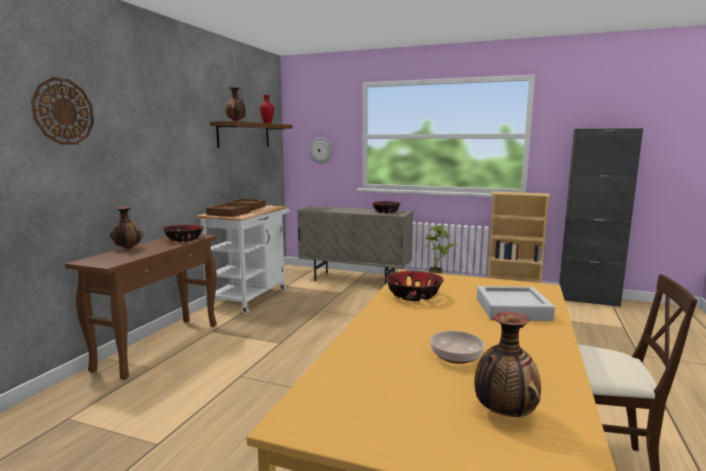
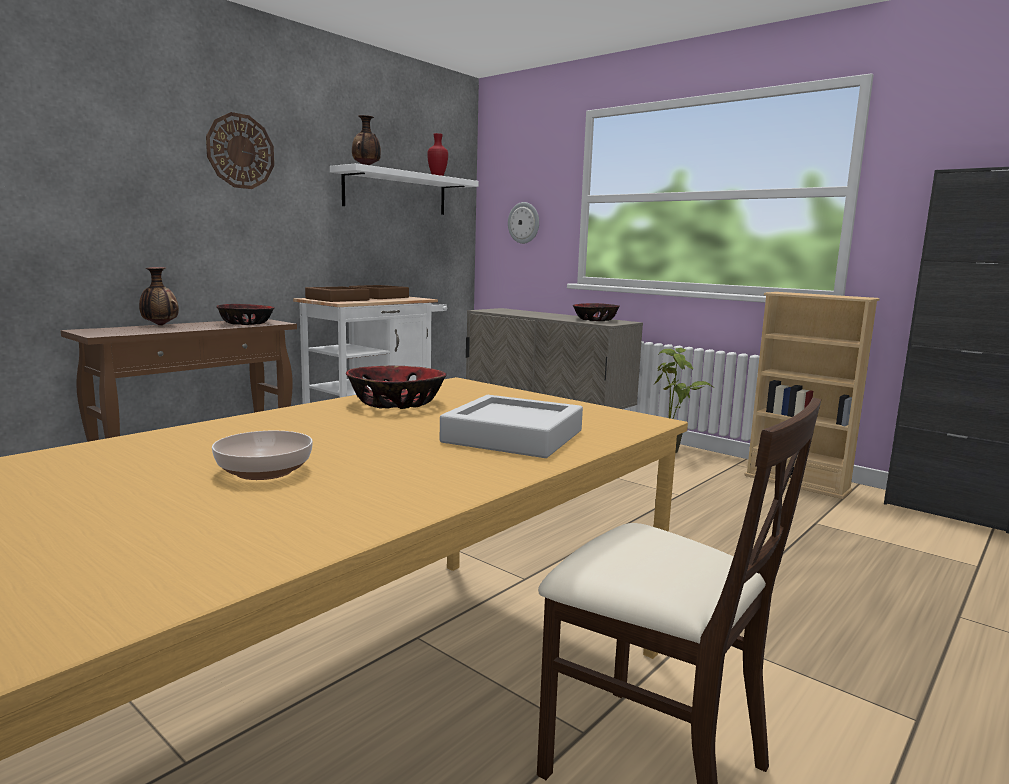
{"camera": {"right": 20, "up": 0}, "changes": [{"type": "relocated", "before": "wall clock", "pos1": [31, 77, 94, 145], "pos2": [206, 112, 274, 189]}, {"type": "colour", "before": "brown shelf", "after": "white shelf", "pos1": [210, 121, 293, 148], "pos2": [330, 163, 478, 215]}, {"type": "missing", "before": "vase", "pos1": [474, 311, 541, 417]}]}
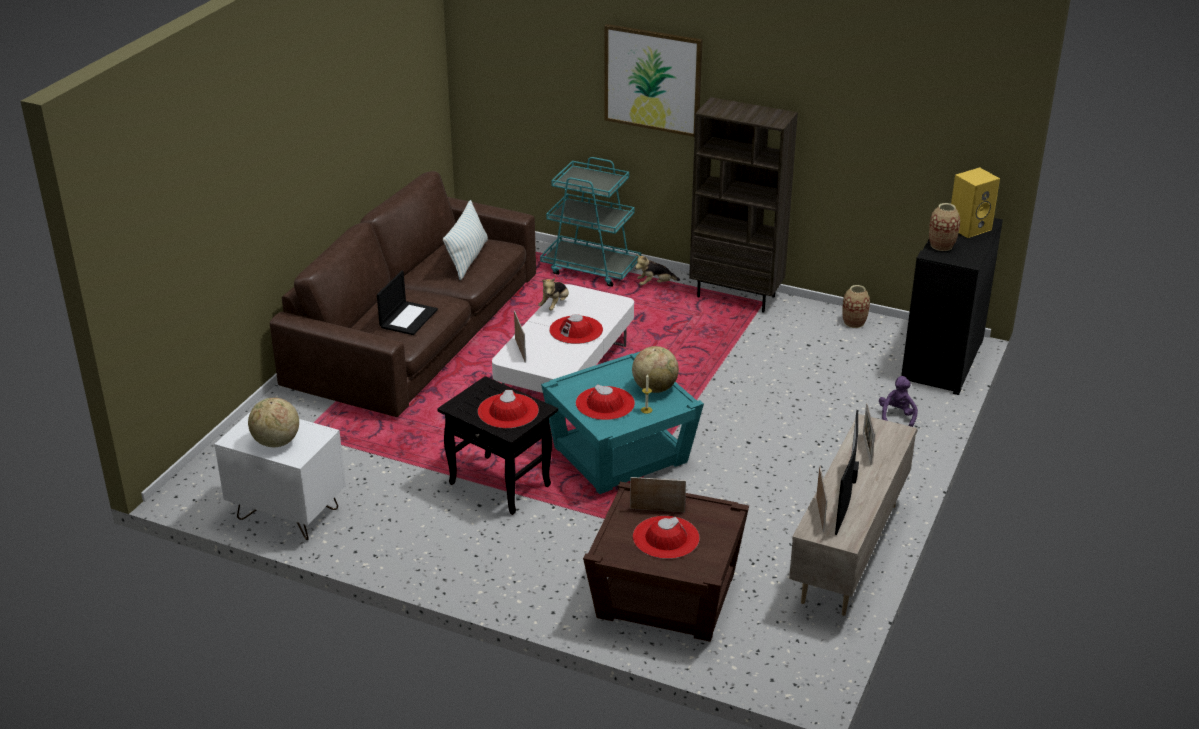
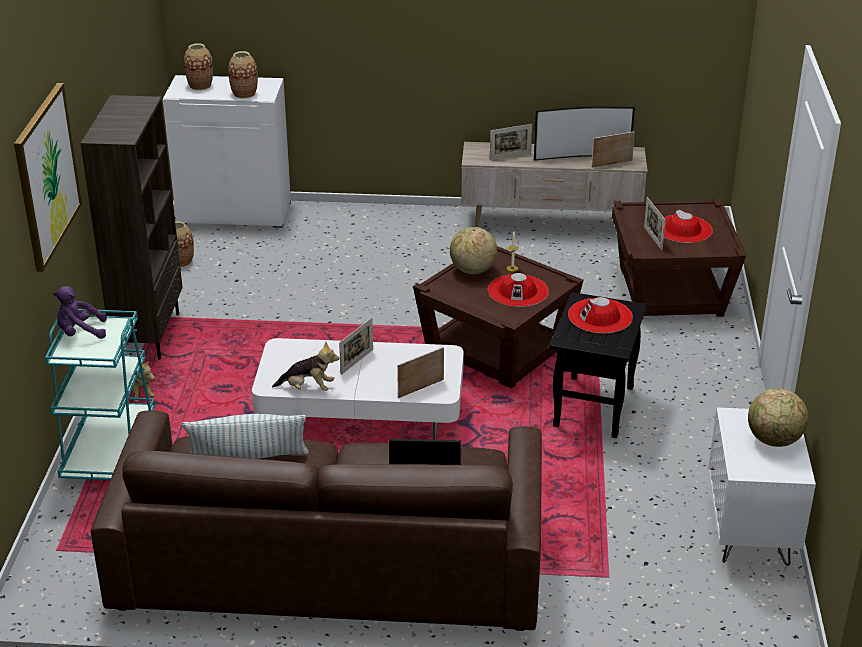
{"camera": {"right": -110, "up": 0}, "changes": [{"type": "relocated", "before": "purple plush toy", "pos1": [879, 376, 918, 427], "pos2": [53, 286, 107, 339]}, {"type": "colour", "before": "black cabinet", "after": "white cabinet", "pos1": [901, 218, 1003, 395], "pos2": [163, 75, 291, 228]}, {"type": "exchanged", "before": "yellow speaker", "after": "vase", "pos1": [951, 167, 1000, 238], "pos2": [184, 43, 213, 90]}, {"type": "exchanged", "before": "red hat", "after": "picture frame", "pos1": [549, 314, 603, 344], "pos2": [339, 318, 373, 375]}, {"type": "colour", "before": "turquoise side table", "after": "brown side table", "pos1": [541, 351, 704, 494], "pos2": [413, 246, 584, 389]}]}
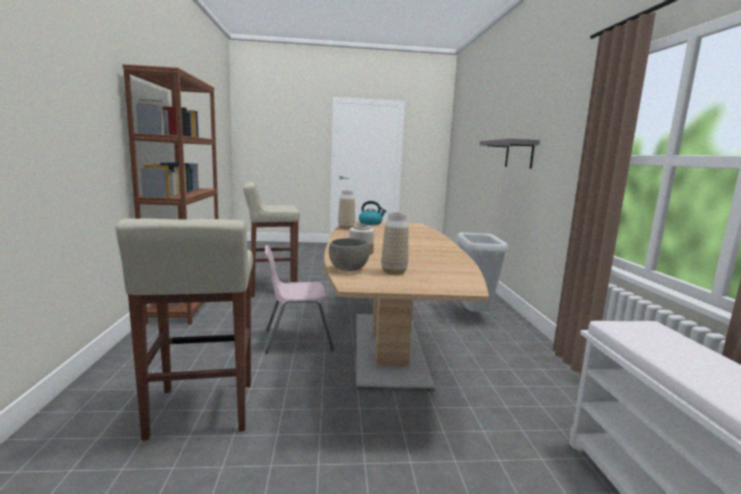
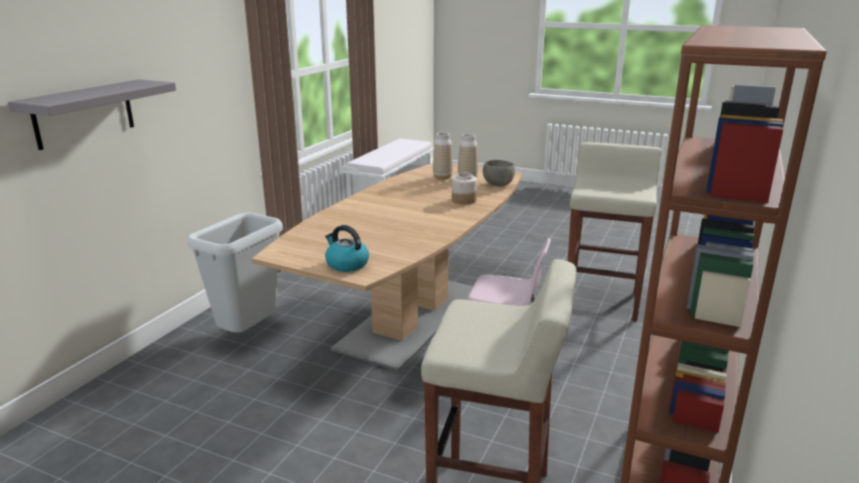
{"camera": {"right": -150, "up": 10}, "changes": [{"type": "relocated", "before": "vase", "pos1": [338, 190, 355, 229], "pos2": [433, 132, 453, 180]}]}
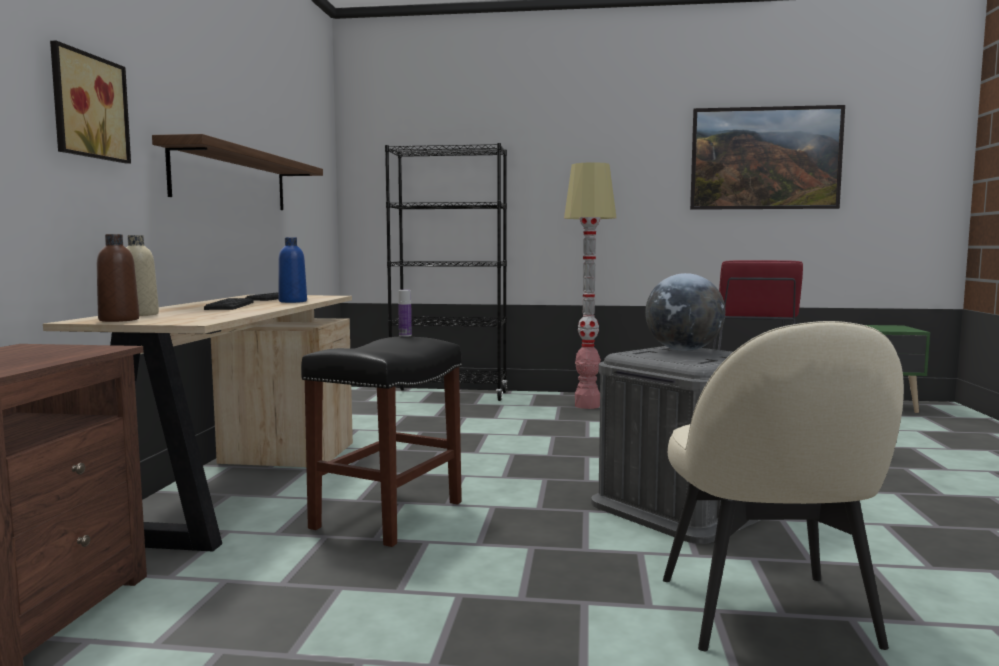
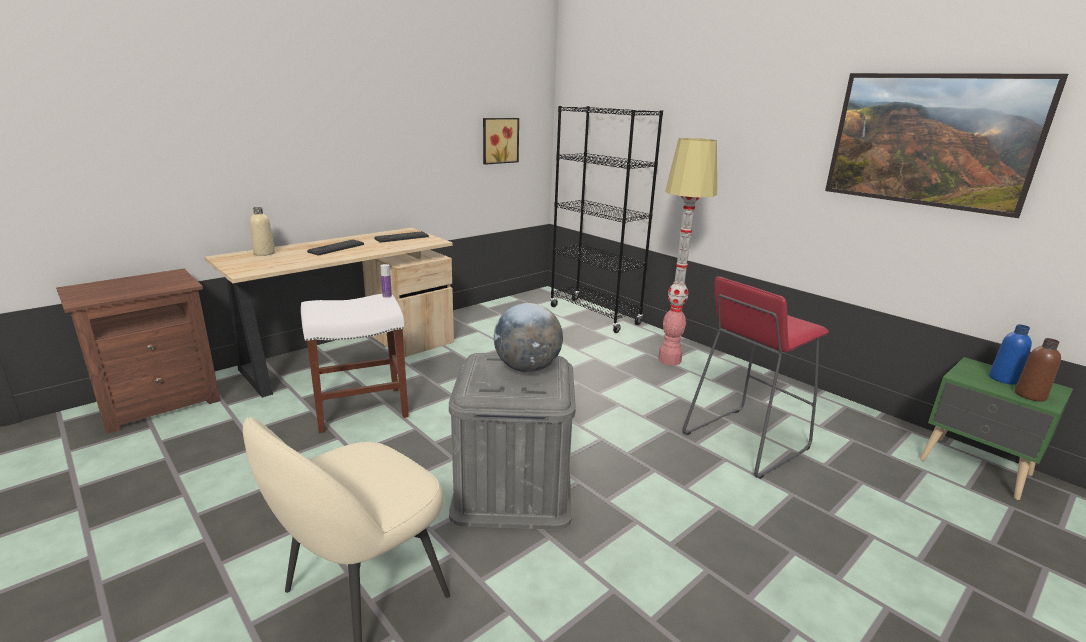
{"camera": {"right": 40, "up": 15}, "changes": [{"type": "colour", "before": "black stool", "after": "white stool", "pos1": [301, 336, 462, 547], "pos2": [301, 294, 409, 433]}, {"type": "relocated", "before": "picture", "pos1": [50, 41, 131, 164], "pos2": [483, 118, 519, 165]}, {"type": "relocated", "before": "blue bottle", "pos1": [278, 237, 307, 303], "pos2": [989, 324, 1032, 385]}, {"type": "relocated", "before": "brown bottle", "pos1": [97, 234, 139, 322], "pos2": [1015, 338, 1061, 402]}, {"type": "missing", "before": "shelf", "pos1": [152, 134, 323, 210]}]}
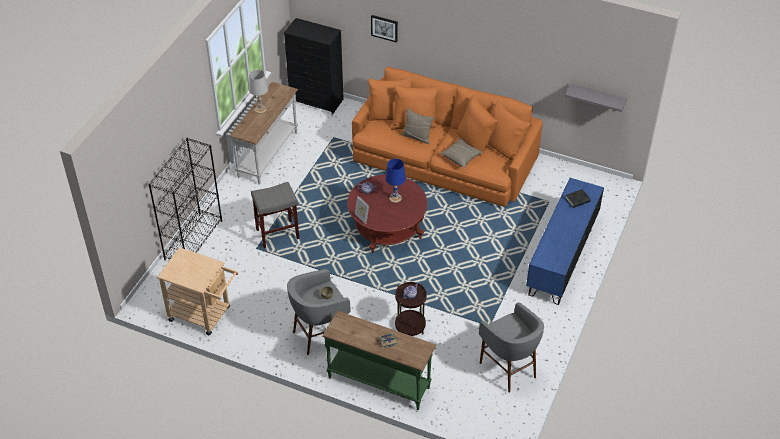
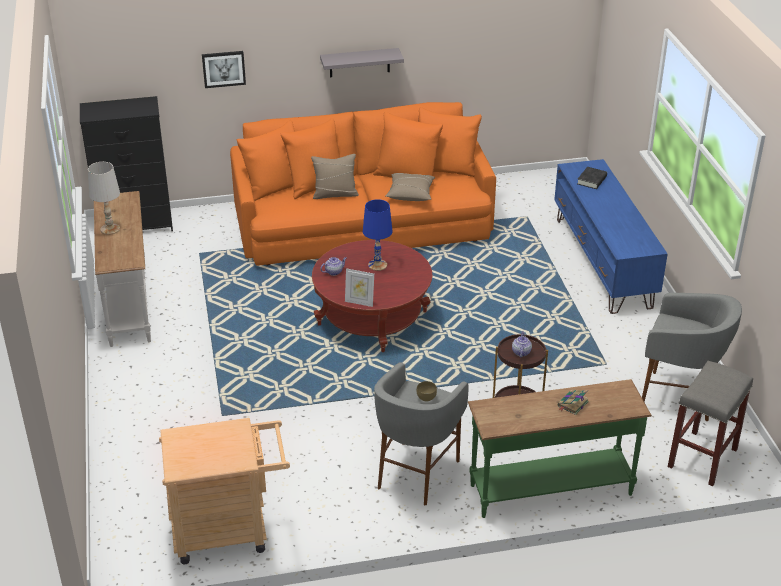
{"camera": {"right": -35, "up": -10}, "changes": [{"type": "relocated", "before": "grey shelf", "pos1": [565, 84, 627, 112], "pos2": [320, 48, 404, 77]}, {"type": "relocated", "before": "grey stool", "pos1": [251, 182, 299, 248], "pos2": [668, 361, 753, 486]}, {"type": "missing", "before": "black bookcase", "pos1": [148, 138, 222, 260]}]}
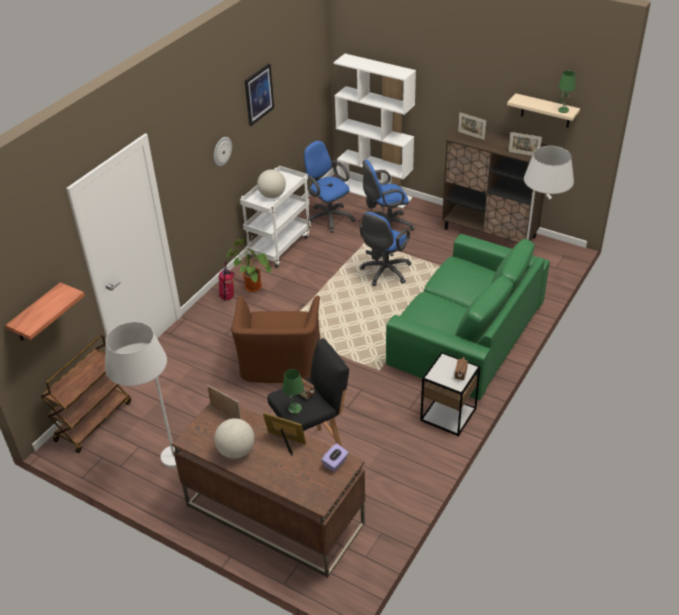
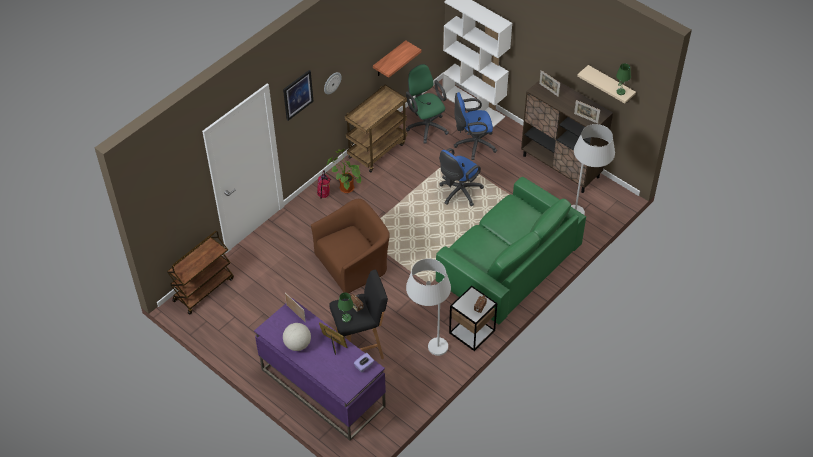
{"camera": {"right": 10, "up": 10}, "changes": [{"type": "colour", "before": "brown desk", "after": "purple desk", "pos1": [171, 403, 365, 578], "pos2": [254, 298, 386, 441]}, {"type": "relocated", "before": "picture", "pos1": [245, 63, 274, 126], "pos2": [283, 70, 314, 121]}, {"type": "spun", "before": "brown armchair", "pos1": [231, 296, 320, 383], "pos2": [311, 199, 390, 293], "turn": -135}, {"type": "colour", "before": "white cart", "after": "brown cart", "pos1": [240, 166, 311, 268], "pos2": [345, 85, 407, 173]}, {"type": "relocated", "before": "shelf", "pos1": [5, 282, 85, 341], "pos2": [373, 40, 422, 78]}, {"type": "colour", "before": "blue office chair", "after": "green office chair", "pos1": [304, 140, 356, 233], "pos2": [406, 64, 449, 144]}, {"type": "relocated", "before": "white floor lamp", "pos1": [105, 322, 177, 468], "pos2": [406, 259, 451, 356]}, {"type": "missing", "before": "globe", "pos1": [257, 170, 286, 198]}]}
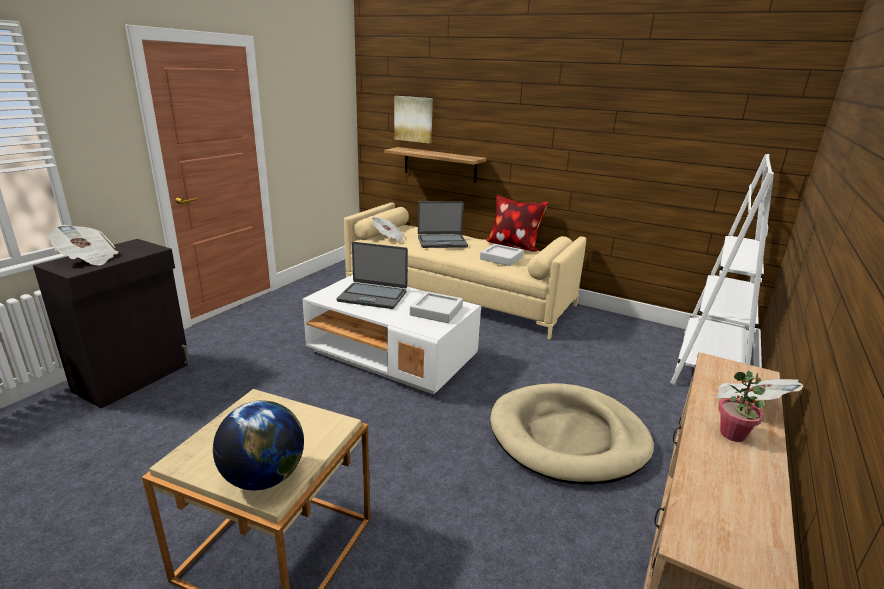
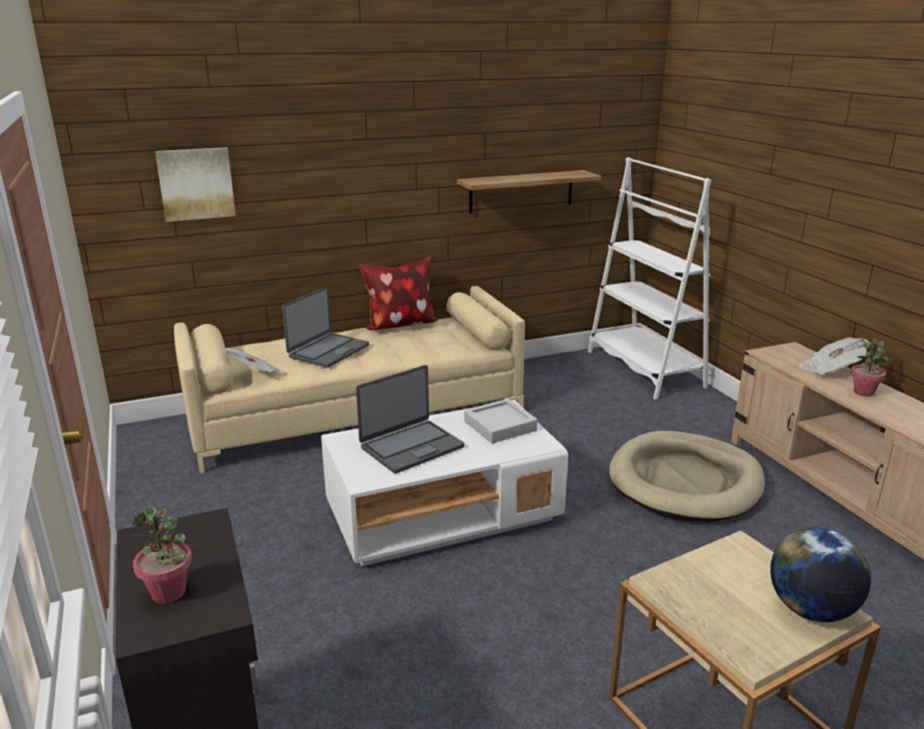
{"camera": {"right": -50, "up": 0}, "changes": [{"type": "exchanged", "before": "newspaper", "after": "potted plant", "pos1": [48, 225, 119, 265], "pos2": [132, 502, 192, 603]}, {"type": "relocated", "before": "shelf", "pos1": [384, 147, 486, 183], "pos2": [457, 170, 601, 214]}, {"type": "missing", "before": "grey tray", "pos1": [480, 244, 524, 266]}]}
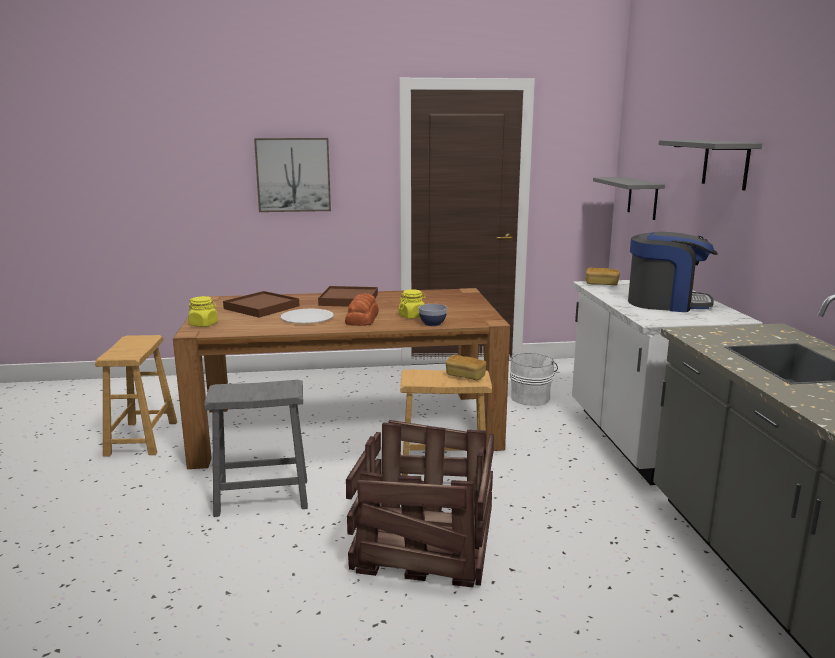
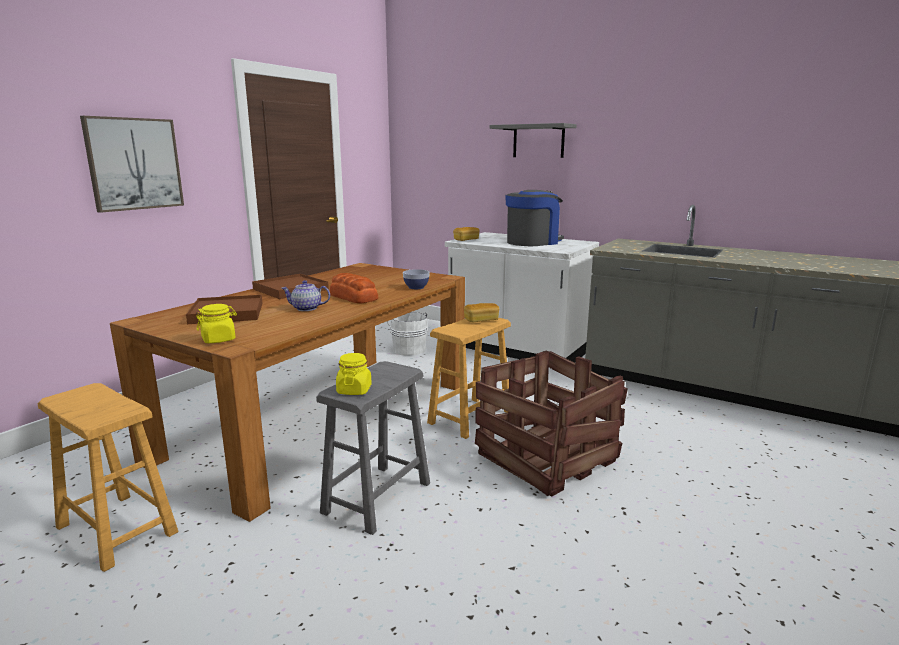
{"camera": {"right": -50, "up": 0}, "changes": [{"type": "exchanged", "before": "white plate", "after": "teapot", "pos1": [281, 309, 333, 324], "pos2": [281, 280, 330, 311]}, {"type": "relocated", "before": "yellow jar", "pos1": [399, 289, 426, 319], "pos2": [336, 353, 372, 395]}, {"type": "missing", "before": "grey shelf", "pos1": [593, 177, 665, 220]}]}
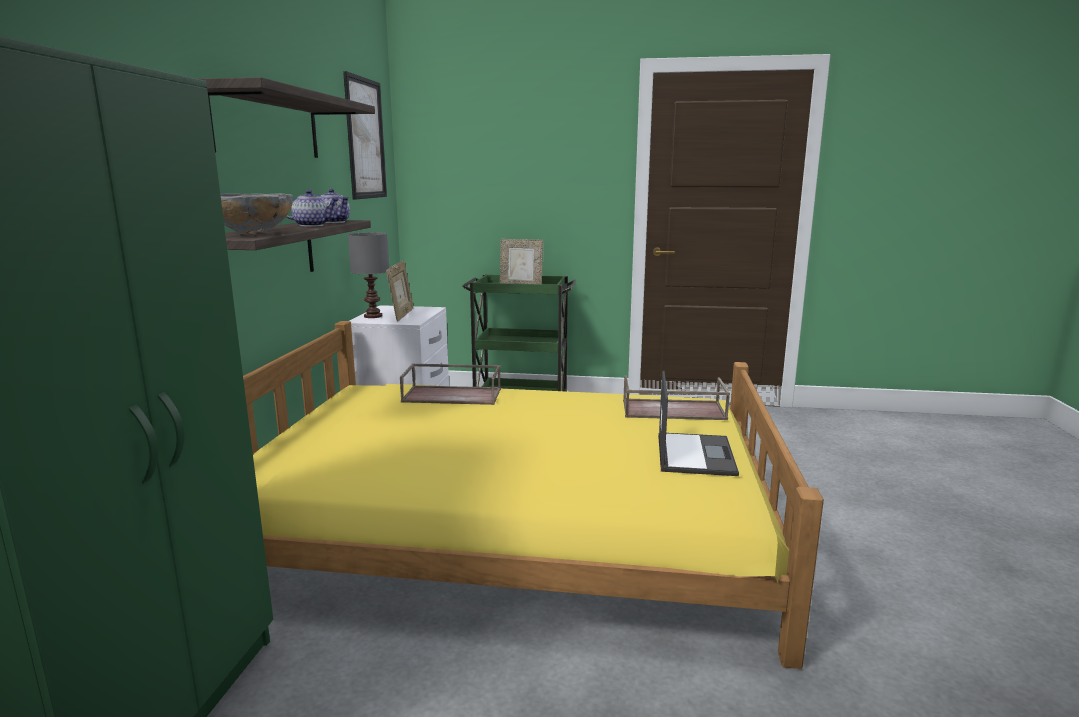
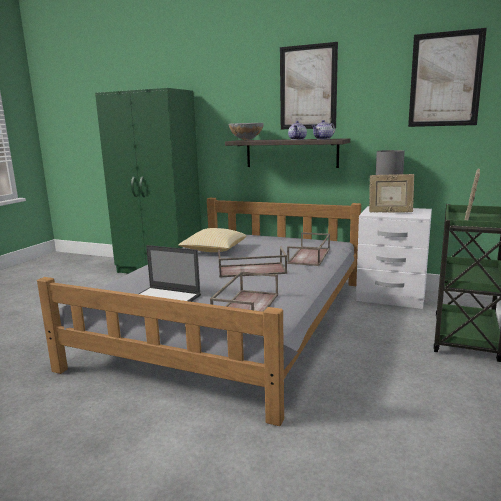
{"camera": {"right": 105, "up": 0}, "changes": [{"type": "colour", "before": "yellow bed", "after": "grey bed", "pos1": [243, 321, 824, 669], "pos2": [37, 198, 361, 426]}, {"type": "appeared", "after": "pillow", "pos2": [179, 228, 247, 252]}, {"type": "appeared", "after": "brown tray", "pos2": [218, 247, 287, 278]}, {"type": "exchanged", "before": "shelf", "after": "picture", "pos1": [200, 77, 375, 158], "pos2": [280, 42, 338, 129]}]}
